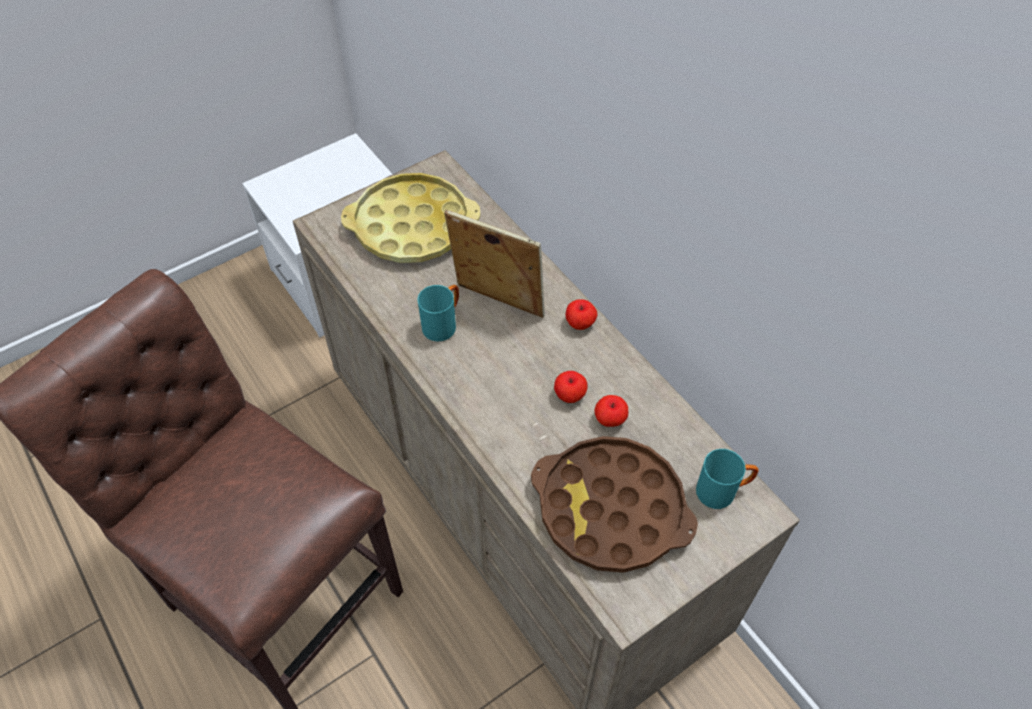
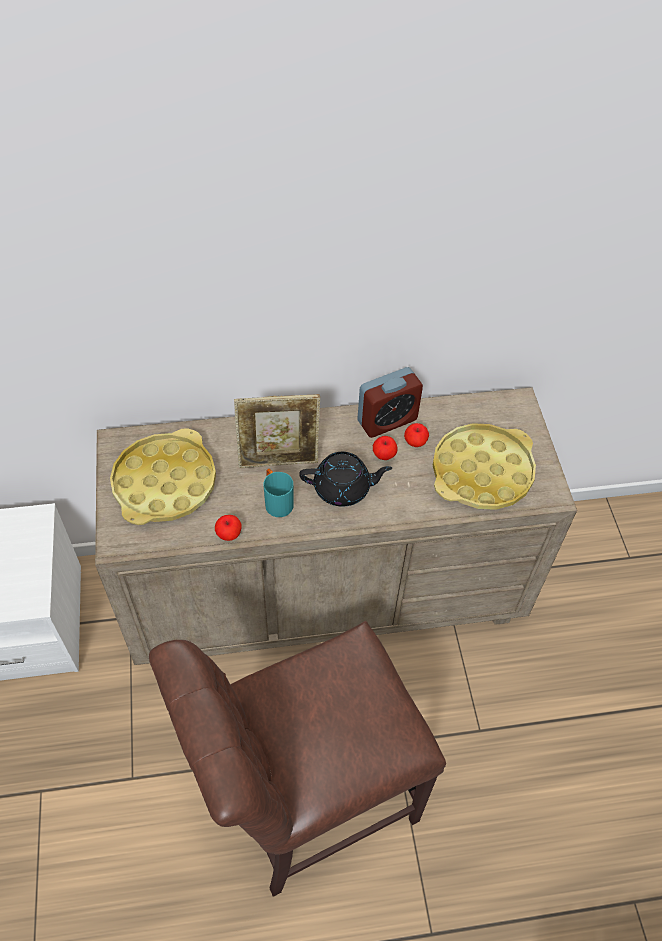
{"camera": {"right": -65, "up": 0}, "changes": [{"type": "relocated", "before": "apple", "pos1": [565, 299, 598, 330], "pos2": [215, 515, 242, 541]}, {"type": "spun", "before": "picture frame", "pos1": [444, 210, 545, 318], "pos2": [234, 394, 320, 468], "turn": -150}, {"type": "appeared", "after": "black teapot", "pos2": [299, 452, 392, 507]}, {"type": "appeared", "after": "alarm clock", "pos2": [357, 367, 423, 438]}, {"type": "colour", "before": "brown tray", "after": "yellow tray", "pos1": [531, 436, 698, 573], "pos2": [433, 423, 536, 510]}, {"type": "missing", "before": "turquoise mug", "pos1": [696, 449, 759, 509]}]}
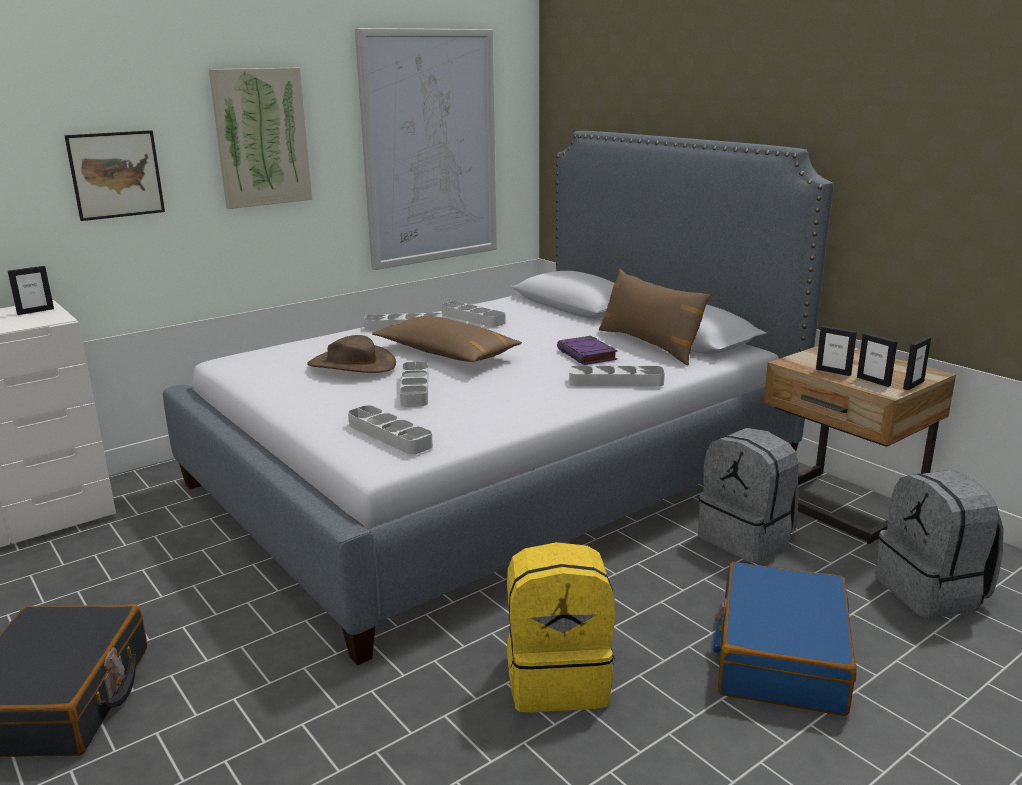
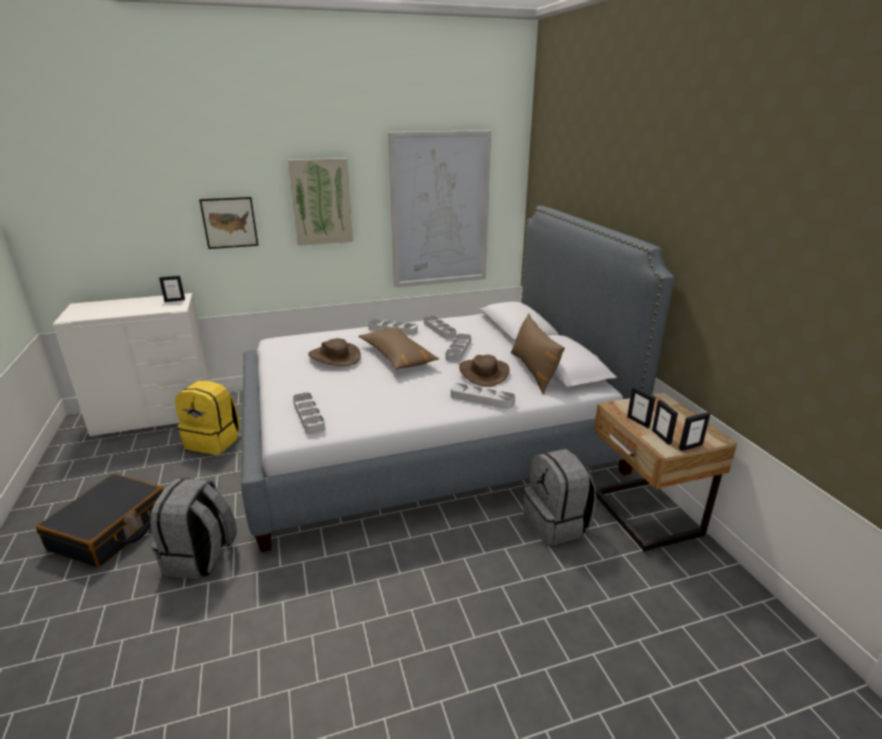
{"camera": {"right": 20, "up": 5}, "changes": [{"type": "relocated", "before": "grey backpack", "pos1": [875, 470, 1004, 619], "pos2": [150, 478, 237, 579]}, {"type": "relocated", "before": "yellow backpack", "pos1": [507, 542, 615, 712], "pos2": [175, 380, 240, 455]}, {"type": "relocated", "before": "grey tray", "pos1": [400, 362, 428, 407], "pos2": [445, 334, 471, 362]}, {"type": "exchanged", "before": "purple book", "after": "brown hat", "pos1": [557, 336, 617, 365], "pos2": [459, 355, 510, 387]}, {"type": "missing", "before": "blue suitcase", "pos1": [713, 562, 856, 716]}]}
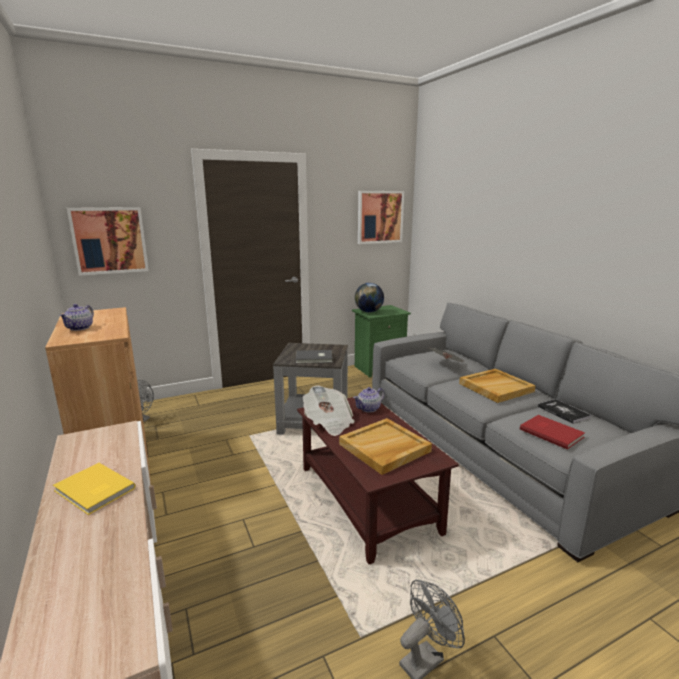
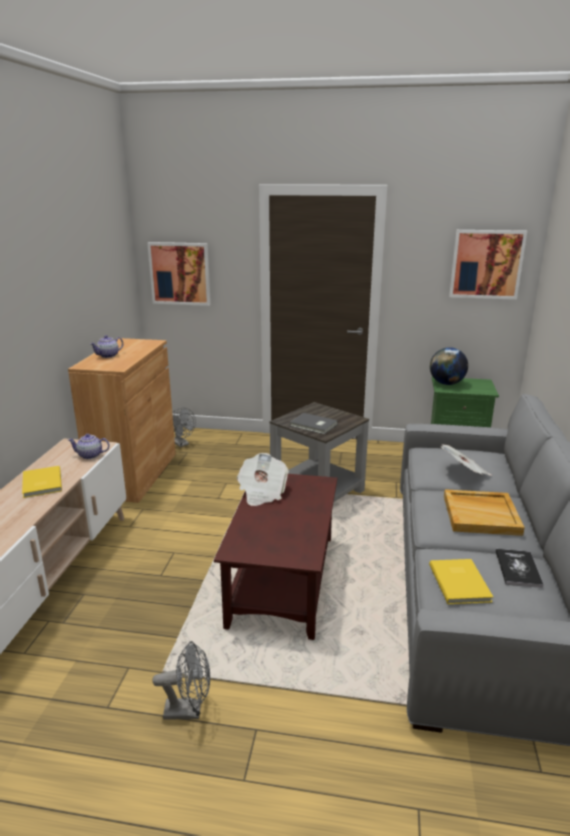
{"camera": {"right": 35, "up": 5}, "changes": [{"type": "relocated", "before": "teapot", "pos1": [353, 387, 384, 412], "pos2": [68, 434, 110, 459]}, {"type": "colour", "before": "red book", "after": "yellow book", "pos1": [520, 415, 585, 449], "pos2": [429, 559, 493, 604]}, {"type": "missing", "before": "beige tray", "pos1": [339, 418, 432, 475]}]}
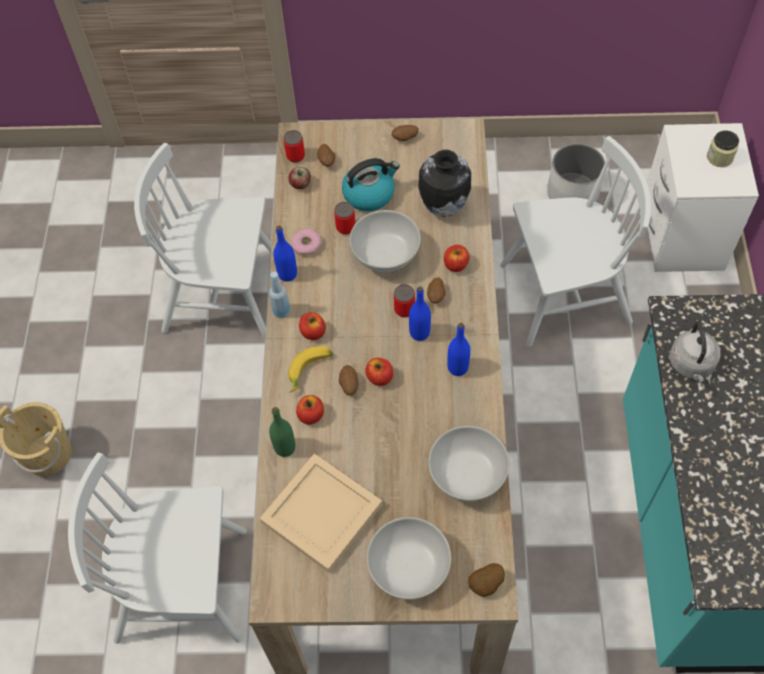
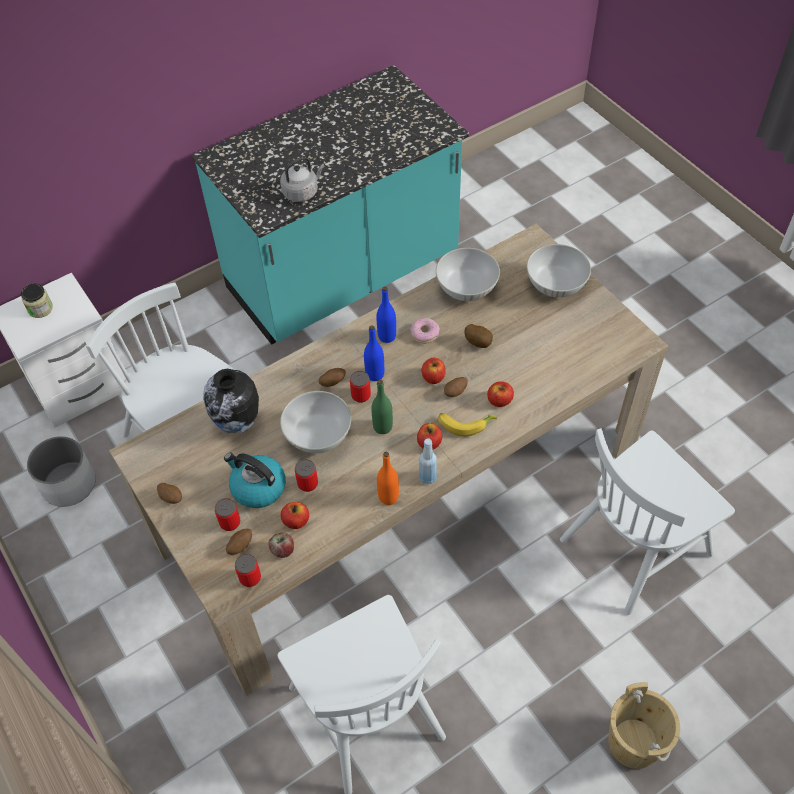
{"camera": {"right": -125, "up": -5}, "changes": [{"type": "appeared", "after": "can", "pos2": [215, 498, 240, 531]}, {"type": "relocated", "before": "apple", "pos1": [444, 245, 469, 272], "pos2": [281, 502, 309, 529]}, {"type": "relocated", "before": "green bottle", "pos1": [269, 407, 295, 457], "pos2": [371, 379, 393, 434]}, {"type": "colour", "before": "blue bottle", "after": "orange bottle", "pos1": [273, 226, 297, 282], "pos2": [377, 452, 399, 505]}, {"type": "relocated", "before": "donut", "pos1": [291, 228, 321, 256], "pos2": [411, 318, 440, 344]}, {"type": "relocated", "before": "potato", "pos1": [468, 563, 505, 597], "pos2": [464, 324, 493, 348]}, {"type": "spun", "before": "white chair", "pos1": [68, 452, 247, 644], "pos2": [560, 428, 735, 615], "turn": 90}, {"type": "missing", "before": "beige tray", "pos1": [260, 454, 382, 573]}]}
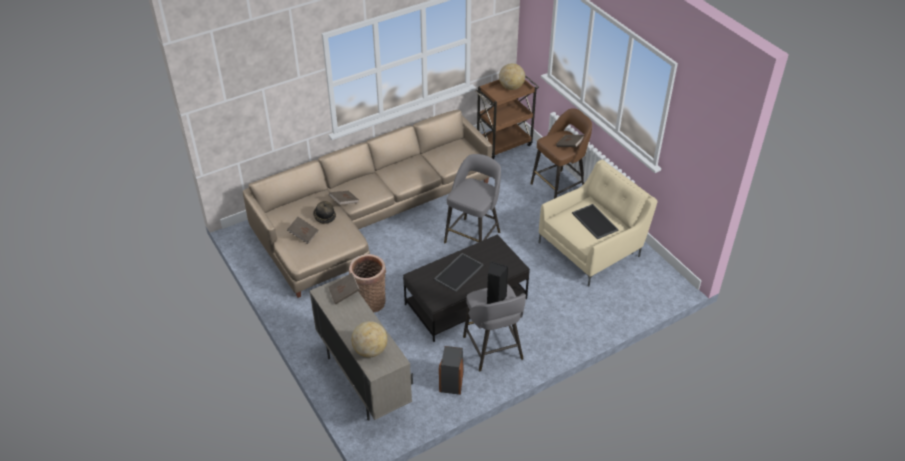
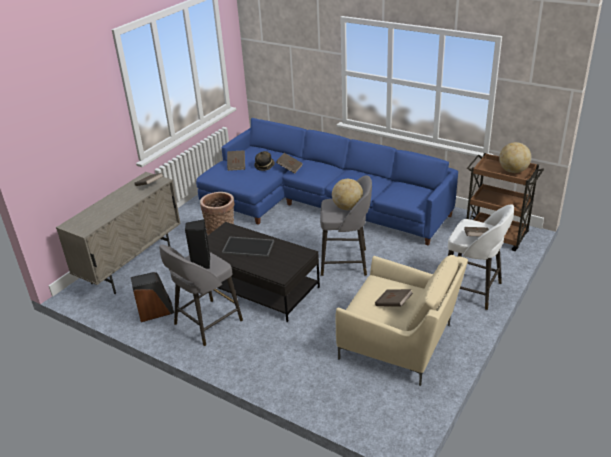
{"camera": {"right": 65, "up": -10}, "changes": [{"type": "colour", "before": "beige sofa", "after": "blue sofa", "pos1": [243, 110, 492, 298], "pos2": [196, 118, 458, 246]}, {"type": "relocated", "before": "globe", "pos1": [351, 321, 387, 357], "pos2": [332, 179, 363, 210]}, {"type": "exchanged", "before": "tray", "after": "brown book", "pos1": [572, 204, 619, 239], "pos2": [375, 289, 413, 307]}, {"type": "colour", "before": "brown stool", "after": "white stool", "pos1": [530, 108, 592, 199], "pos2": [448, 204, 514, 310]}]}
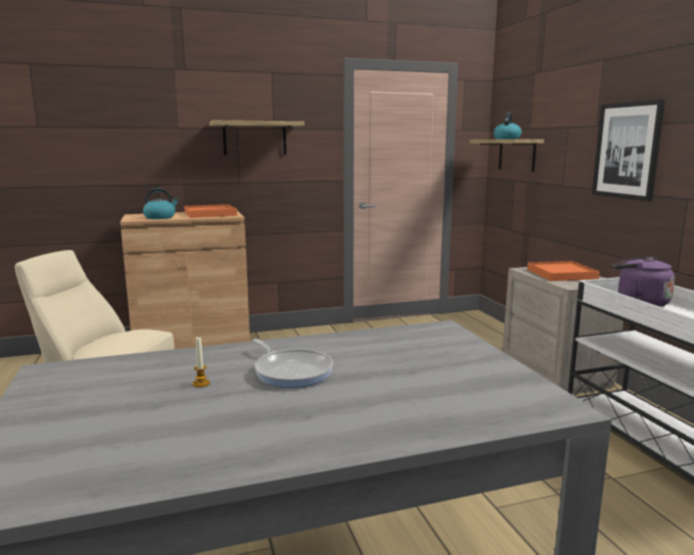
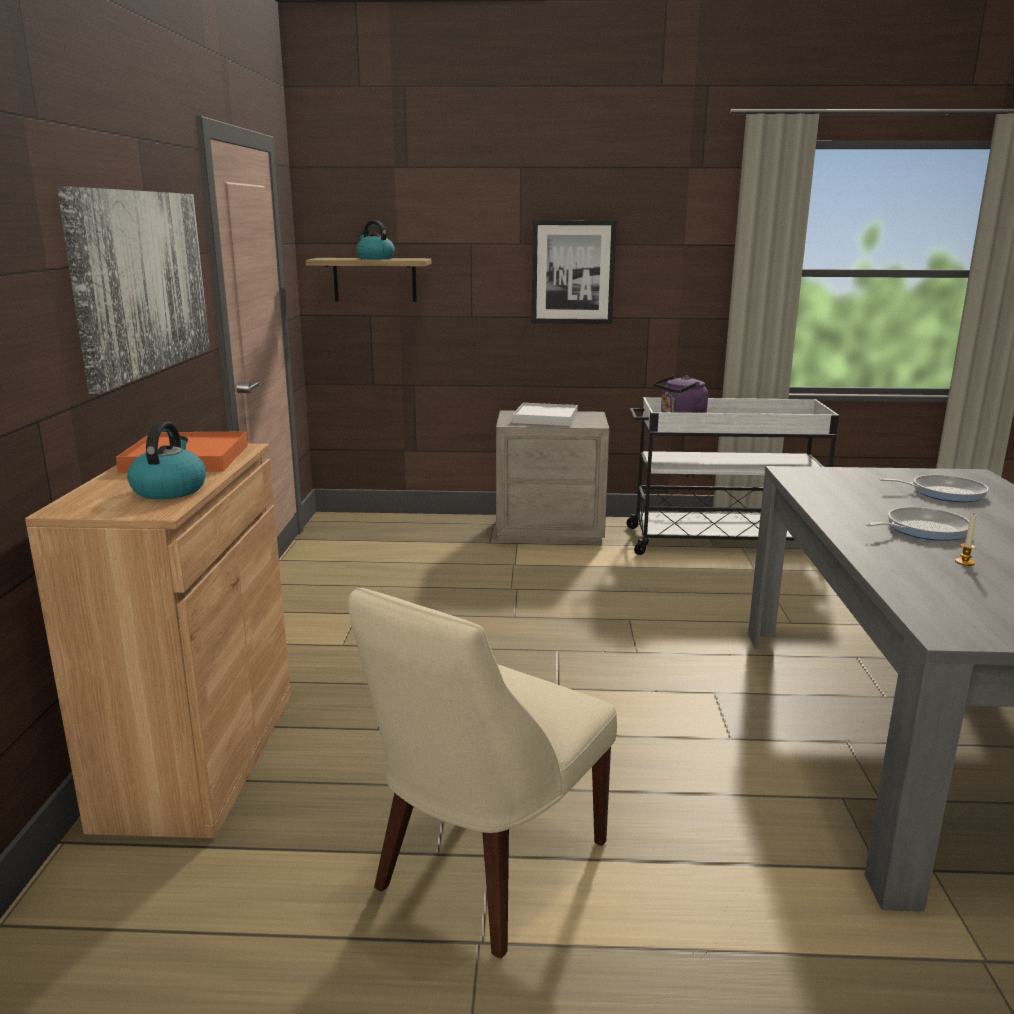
{"camera": {"right": -70, "up": 5}, "changes": [{"type": "exchanged", "before": "shelf", "after": "picture", "pos1": [210, 120, 305, 155], "pos2": [57, 186, 210, 394]}, {"type": "colour", "before": "orange tray", "after": "white tray", "pos1": [527, 261, 600, 281], "pos2": [513, 403, 578, 426]}, {"type": "appeared", "after": "frying pan", "pos2": [879, 475, 989, 502]}]}
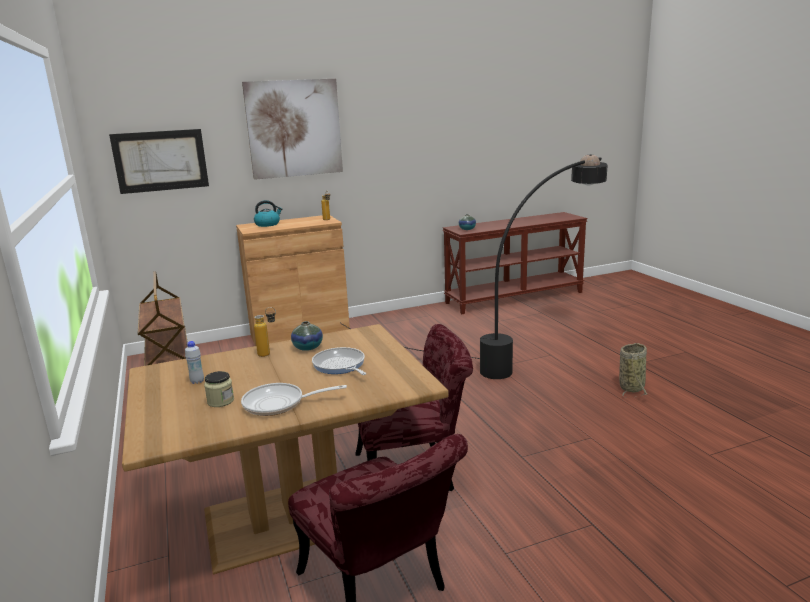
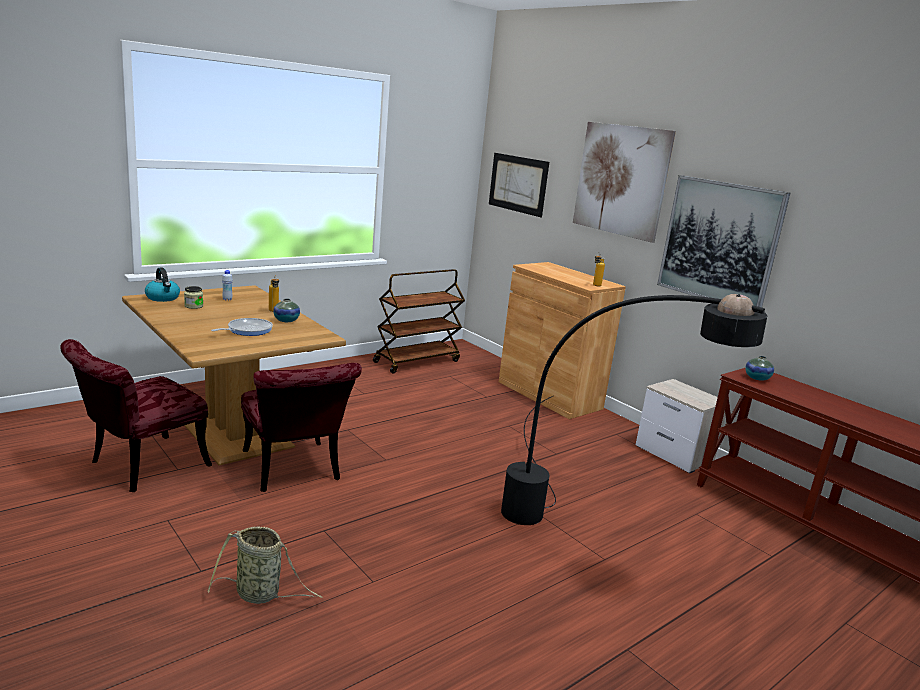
{"camera": {"right": 70, "up": 0}, "changes": [{"type": "relocated", "before": "kettle", "pos1": [254, 200, 282, 227], "pos2": [145, 268, 180, 302]}, {"type": "relocated", "before": "basket", "pos1": [619, 343, 647, 398], "pos2": [208, 526, 322, 604]}, {"type": "appeared", "after": "nightstand", "pos2": [635, 379, 726, 473]}, {"type": "appeared", "after": "picture", "pos2": [657, 175, 790, 307]}, {"type": "missing", "before": "frying pan", "pos1": [241, 383, 347, 416]}]}
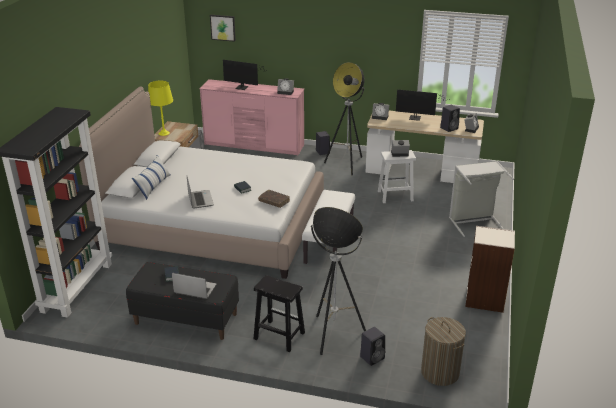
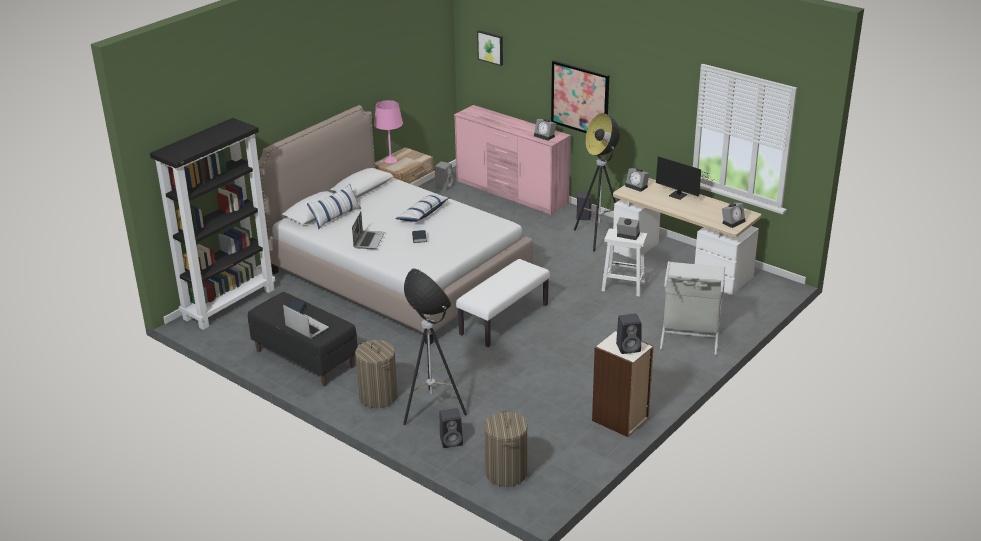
{"camera": {"right": 25, "up": 0}, "changes": [{"type": "exchanged", "before": "black stool", "after": "laundry basket", "pos1": [254, 275, 305, 352], "pos2": [355, 340, 398, 408]}, {"type": "colour", "before": "yellow table lamp", "after": "pink table lamp", "pos1": [148, 81, 173, 136], "pos2": [374, 100, 403, 163]}, {"type": "appeared", "after": "pillow", "pos2": [395, 195, 450, 222]}, {"type": "appeared", "after": "picture", "pos2": [551, 60, 609, 133]}, {"type": "relocated", "before": "black speaker", "pos1": [440, 105, 460, 132], "pos2": [616, 314, 642, 354]}, {"type": "missing", "before": "monitor", "pos1": [223, 60, 267, 90]}, {"type": "missing", "before": "brown book", "pos1": [258, 190, 290, 208]}]}
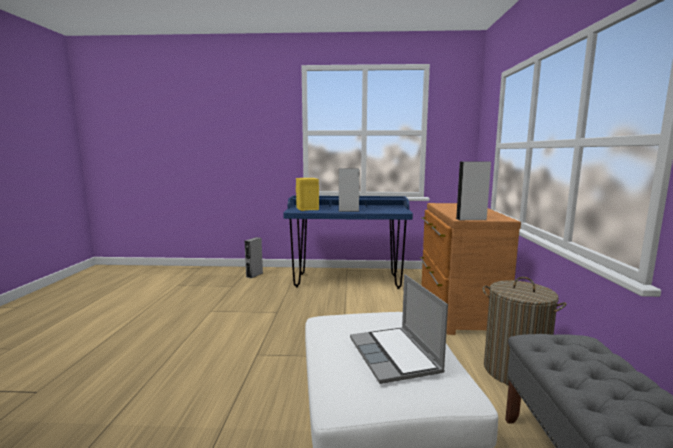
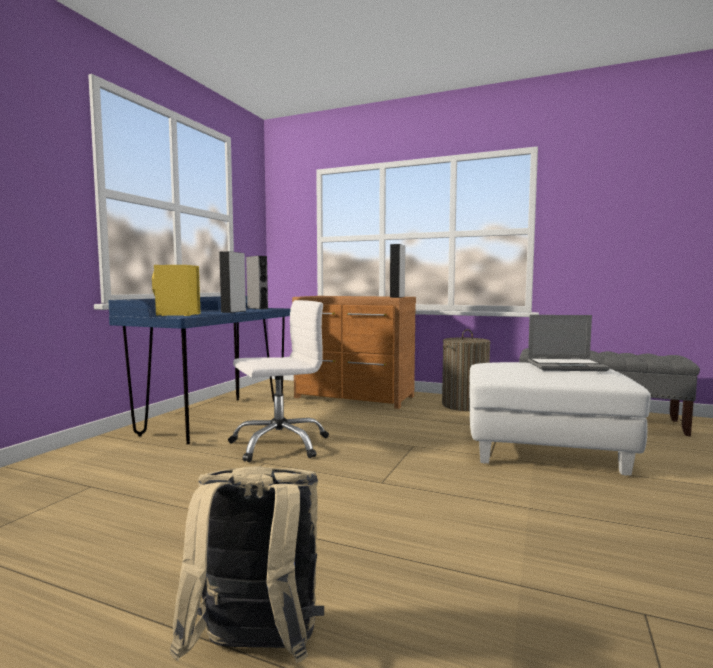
{"camera": {"right": -70, "up": -5}, "changes": [{"type": "appeared", "after": "beige backpack", "pos2": [170, 466, 324, 663]}, {"type": "appeared", "after": "white office chair", "pos2": [228, 300, 329, 462]}, {"type": "relocated", "before": "grey speaker", "pos1": [244, 237, 263, 278], "pos2": [246, 256, 268, 309]}]}
